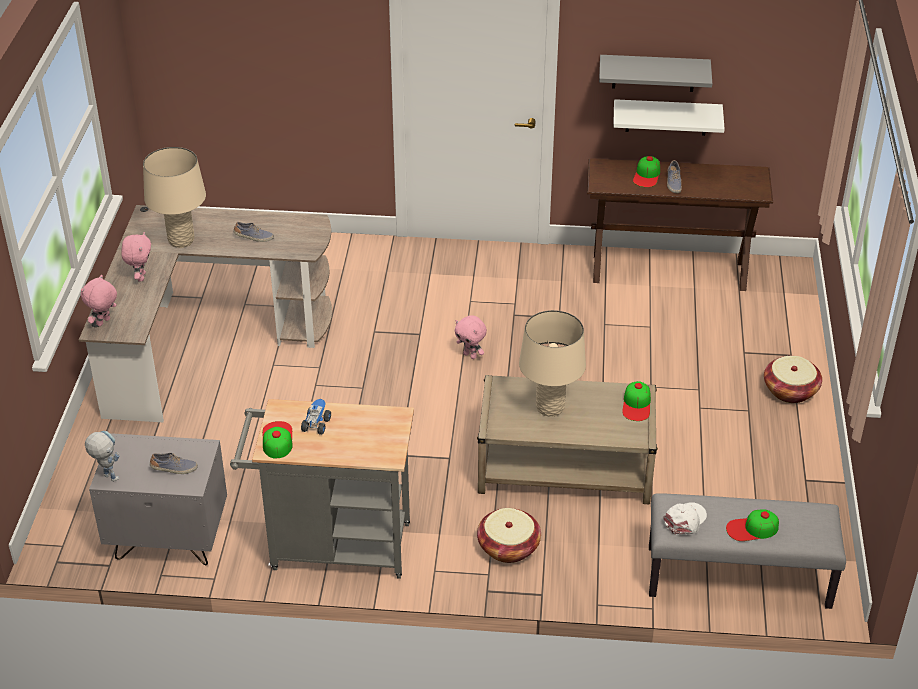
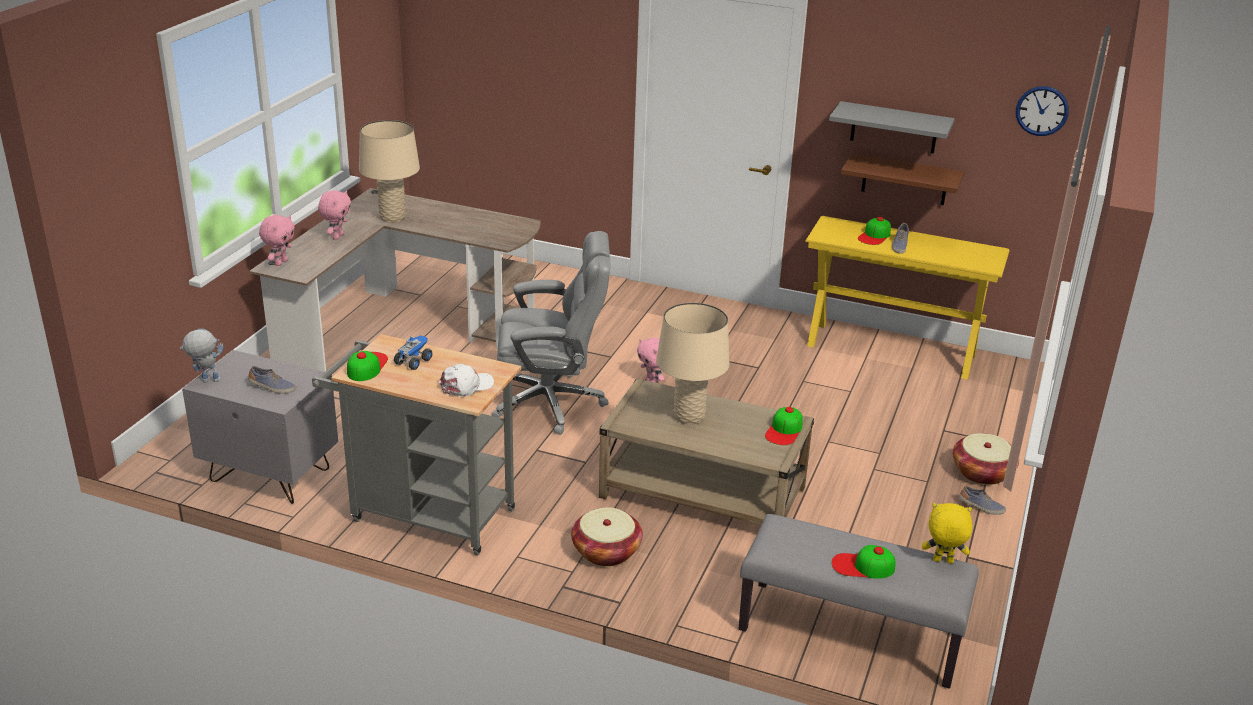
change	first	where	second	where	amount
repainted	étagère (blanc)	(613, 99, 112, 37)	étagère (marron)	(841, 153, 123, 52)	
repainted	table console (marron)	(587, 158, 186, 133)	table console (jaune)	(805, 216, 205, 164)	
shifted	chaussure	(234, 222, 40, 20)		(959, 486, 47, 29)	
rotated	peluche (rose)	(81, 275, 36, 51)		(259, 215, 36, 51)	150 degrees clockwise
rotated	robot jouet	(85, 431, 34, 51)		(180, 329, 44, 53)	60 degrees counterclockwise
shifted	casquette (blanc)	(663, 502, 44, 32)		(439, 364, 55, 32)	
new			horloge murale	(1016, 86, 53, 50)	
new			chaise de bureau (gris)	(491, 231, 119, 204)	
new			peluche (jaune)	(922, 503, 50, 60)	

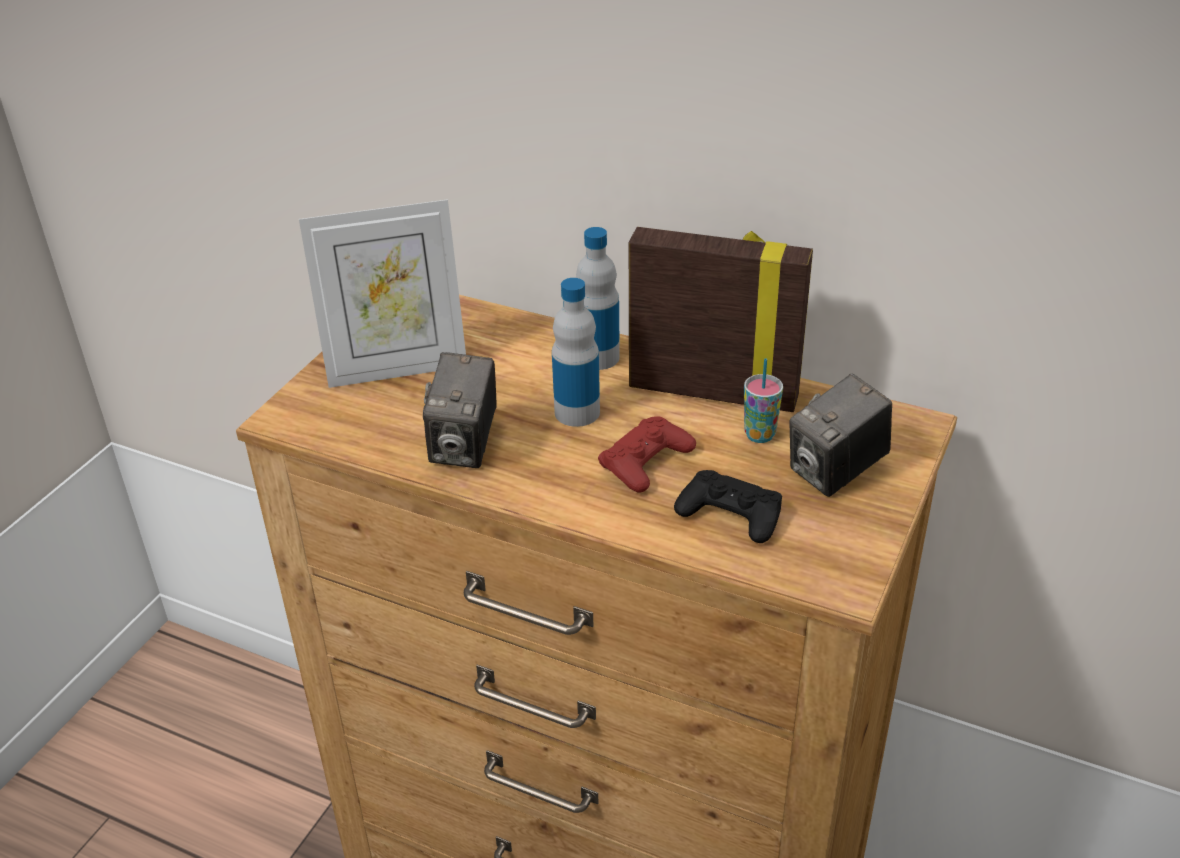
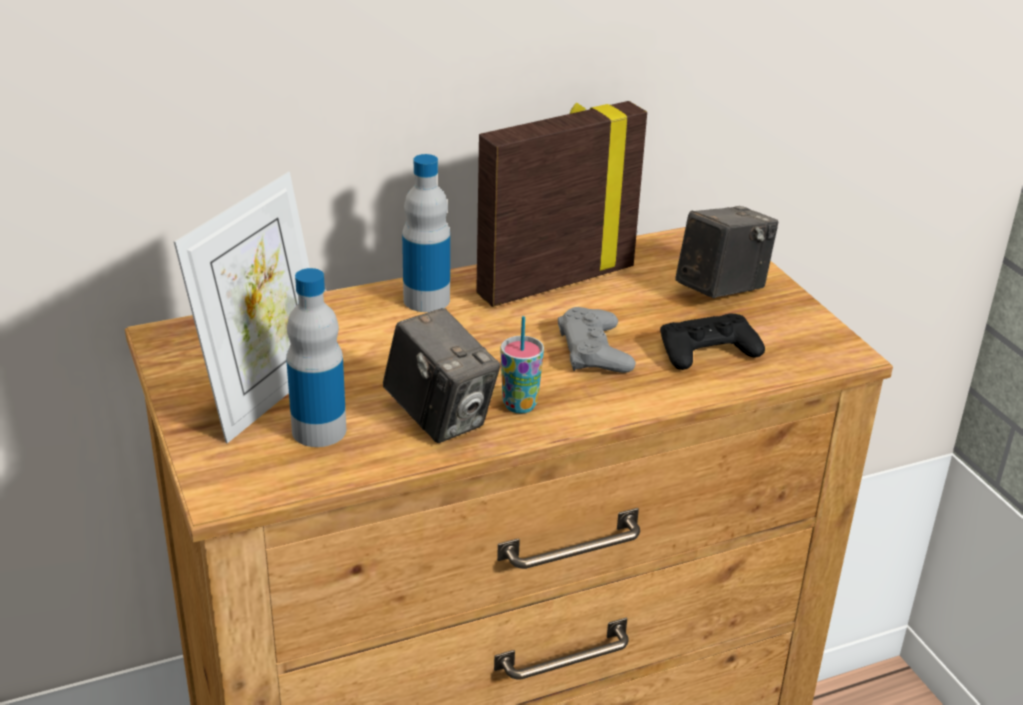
change	first	where	second	where	amount
shifted	bouteille	(552, 278, 48, 149)		(286, 268, 60, 179)	
shifted	tasse	(744, 359, 39, 84)		(501, 316, 43, 97)	
rotated	appareil photo	(789, 374, 103, 123)		(675, 206, 103, 92)	135 degrees counterclockwise
repainted	manette (rouge)	(598, 416, 98, 77)	manette (gris)	(558, 307, 78, 66)	

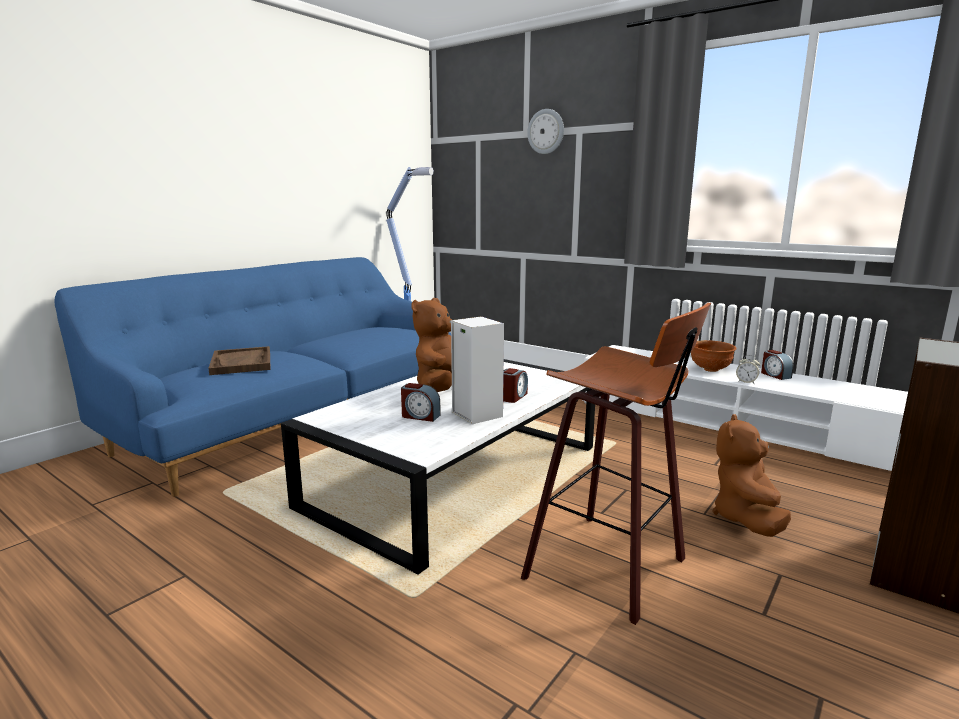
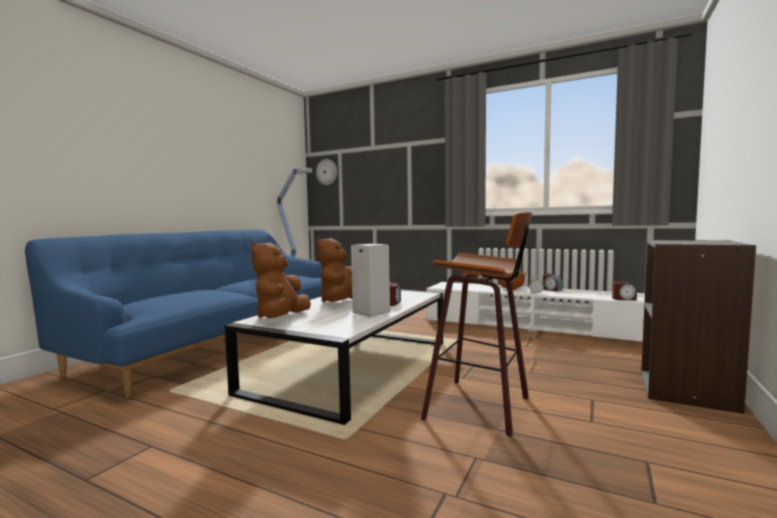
change	first	where	second	where	amount
shifted	horloge murale	(527, 109, 37, 45)		(316, 159, 21, 26)	
gone	plateau (marron)	(208, 346, 63, 29)			
shifted	réveil	(401, 383, 40, 39)		(612, 281, 25, 19)	
shifted	peluche (marron)	(712, 414, 79, 123)		(251, 242, 60, 76)	

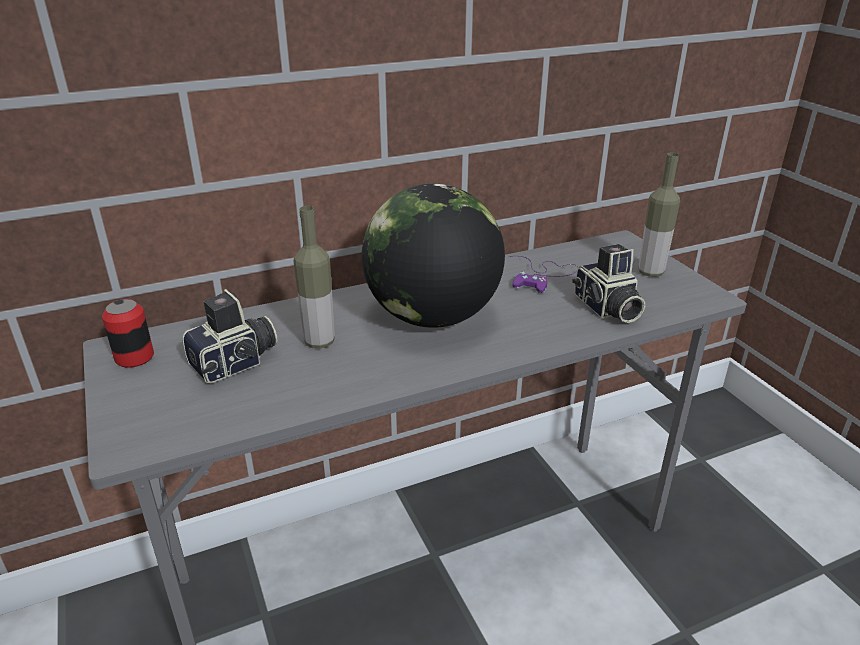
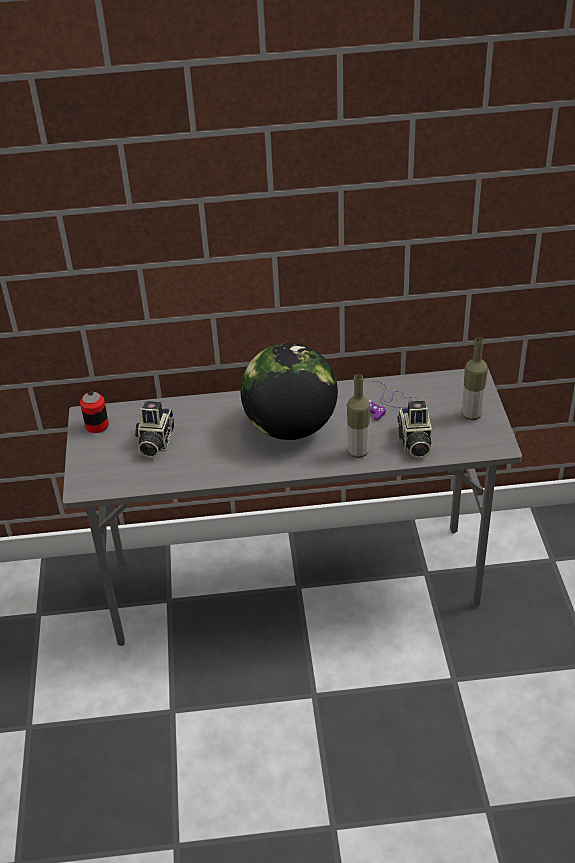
change	first	where	second	where	amount
shifted	bouteille	(294, 206, 41, 143)		(347, 374, 23, 84)	
rotated	appareil photo	(182, 289, 96, 94)		(135, 401, 39, 57)	120 degrees clockwise

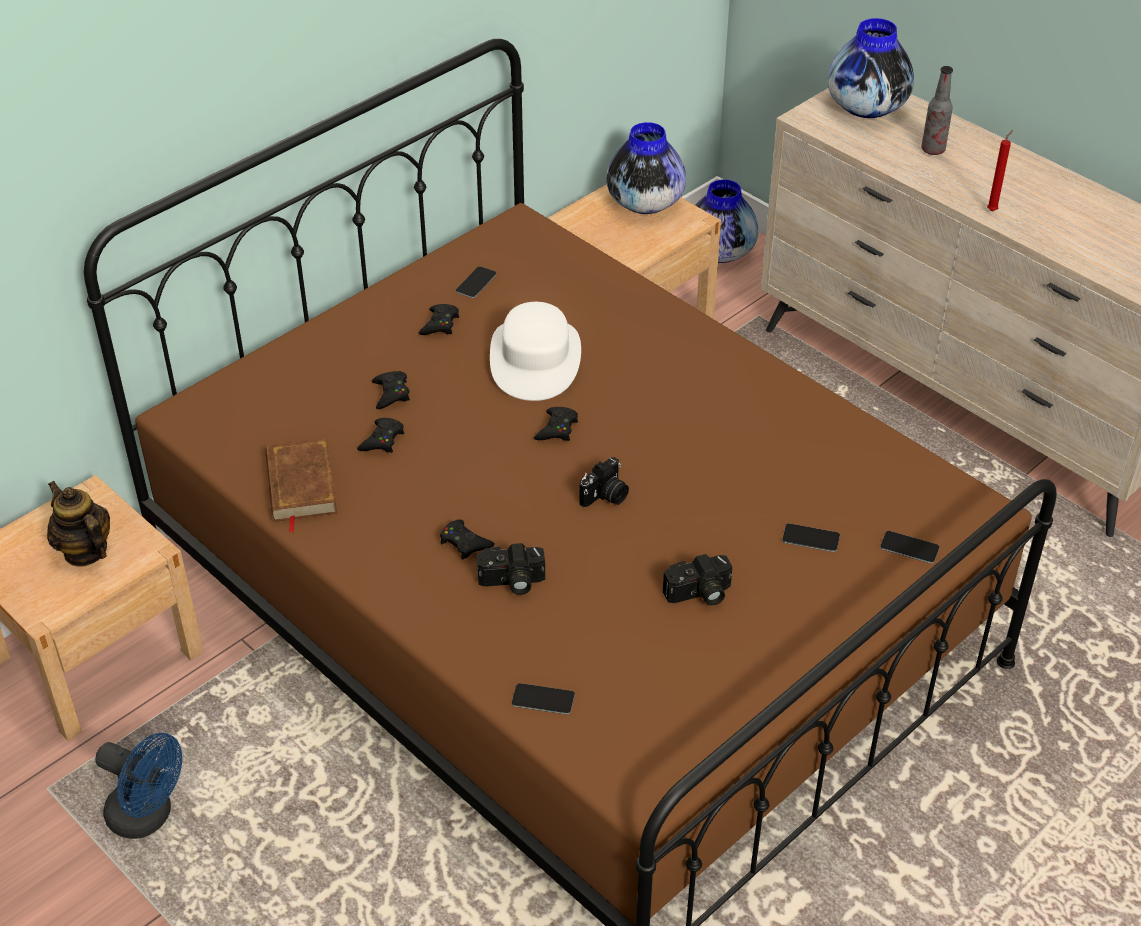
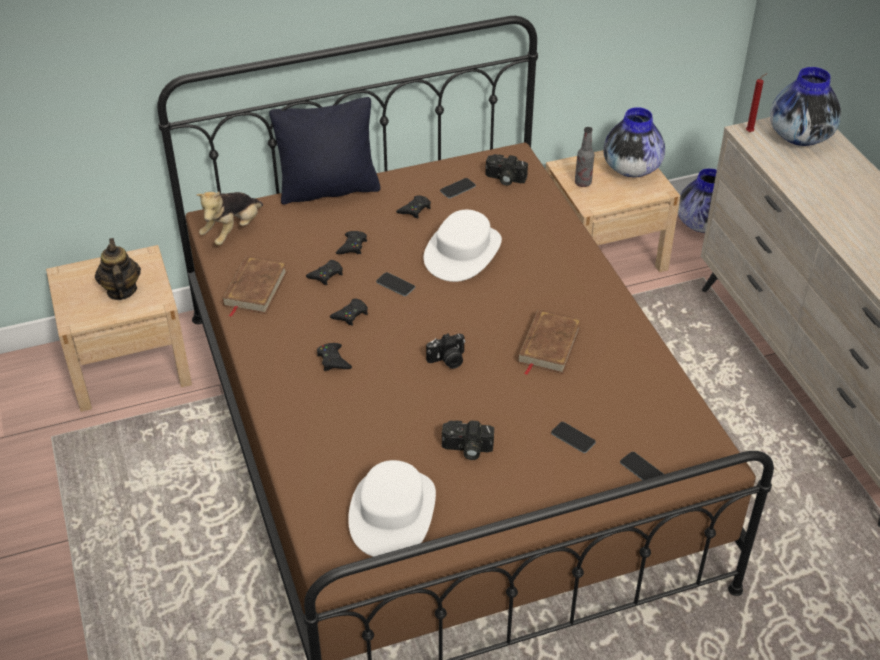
change	first	where	second	where	amount
shifted	bouteille	(921, 66, 32, 89)		(575, 127, 19, 60)	
shifted	bougie (rouge)	(987, 130, 26, 81)		(746, 73, 21, 59)	
shifted	manette (noir)	(534, 407, 44, 34)		(330, 299, 38, 27)	
shifted	appareil photo	(477, 543, 68, 52)		(485, 154, 43, 32)	
shifted	téléphone	(512, 683, 63, 31)		(376, 272, 39, 24)	
gone	ventilateur (bleu)	(96, 733, 86, 106)			
new			coussin (noir)	(269, 97, 112, 107)	
new			peluche	(196, 192, 67, 53)	
new			livre (marron)	(518, 309, 63, 66)	
new			chapeau (blanc)	(348, 460, 88, 97)	

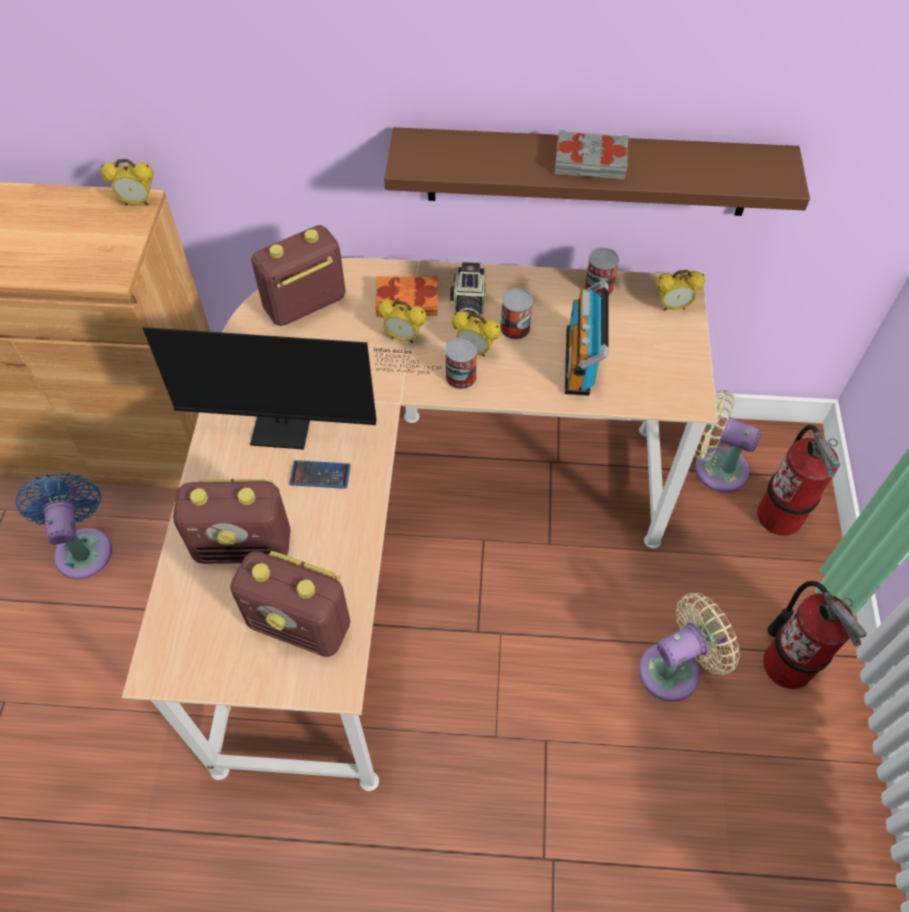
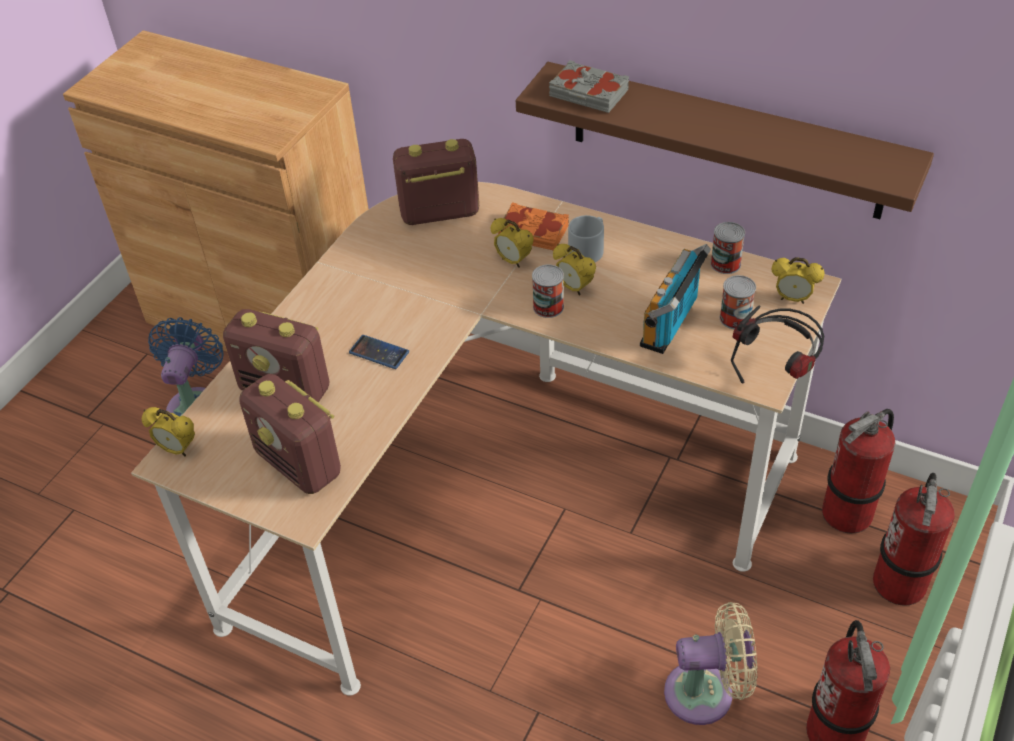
change	first	where	second	where	amount
shifted	livre (gris)	(555, 130, 74, 50)		(549, 60, 80, 53)	
shifted	réveil	(101, 159, 53, 47)		(142, 407, 53, 50)	
swapped	appareil photo	(450, 262, 36, 53)	mug (gris)	(568, 215, 36, 47)	
shifted	boîte métallique	(500, 288, 33, 52)		(720, 275, 36, 54)	
gone	écran d'ordinateur	(143, 327, 299, 123)			
swapped	ventilateur (beige)	(694, 390, 67, 102)	extincteur	(822, 409, 73, 124)	
new			casque audio	(731, 306, 93, 77)	

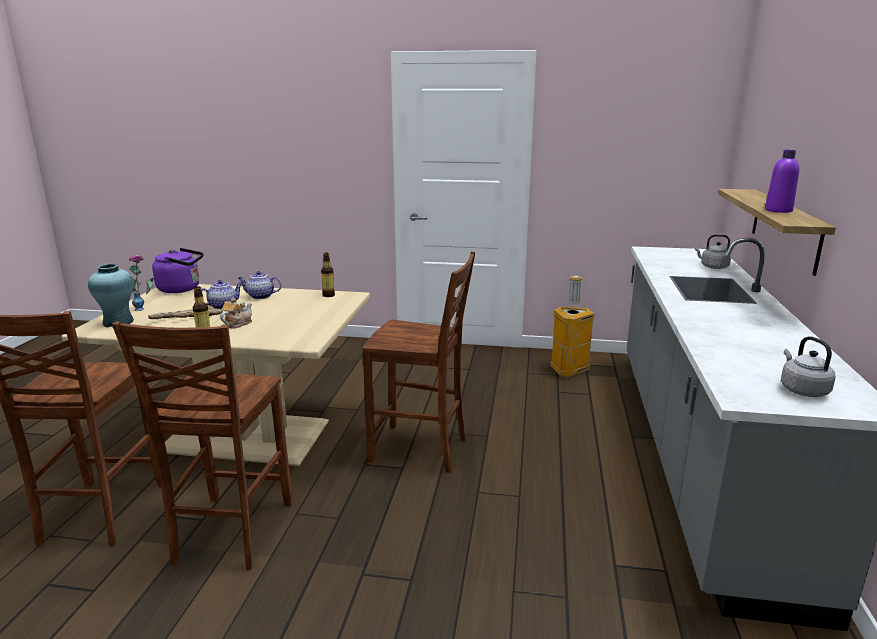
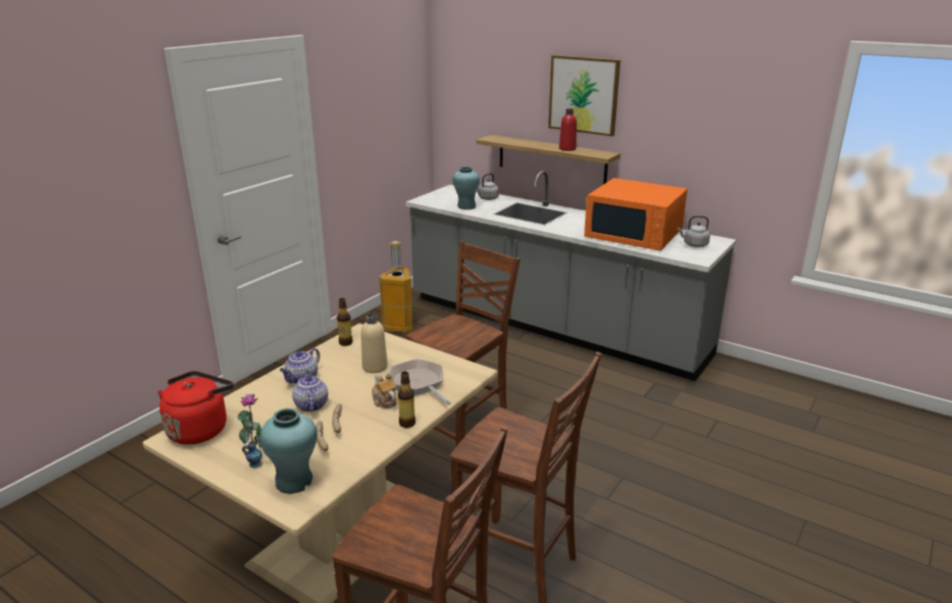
change	first	where	second	where	amount
repainted	bouteille (violet)	(765, 150, 35, 63)	bouteille (rouge)	(559, 109, 18, 42)	
repainted	bouilloire (violet)	(152, 248, 52, 45)	bouilloire (rouge)	(158, 371, 76, 74)	
new			tableau	(548, 55, 73, 81)	
new			vase (turquoise)	(453, 167, 27, 43)	
new			micro-ondes (orange)	(584, 178, 103, 73)	
new			bouteille (beige)	(361, 313, 27, 60)	
new			poêle	(390, 359, 61, 46)	

